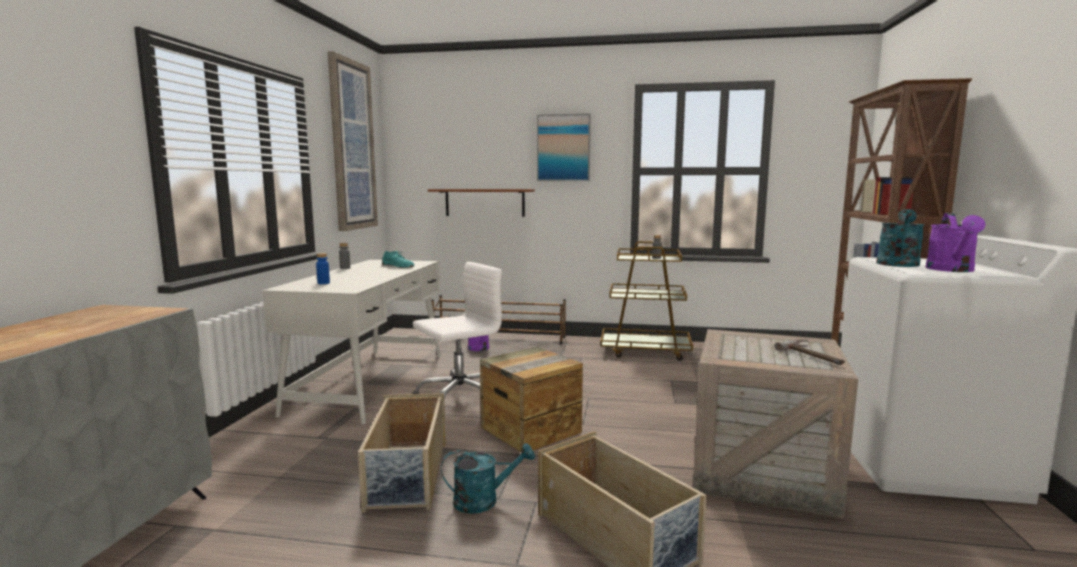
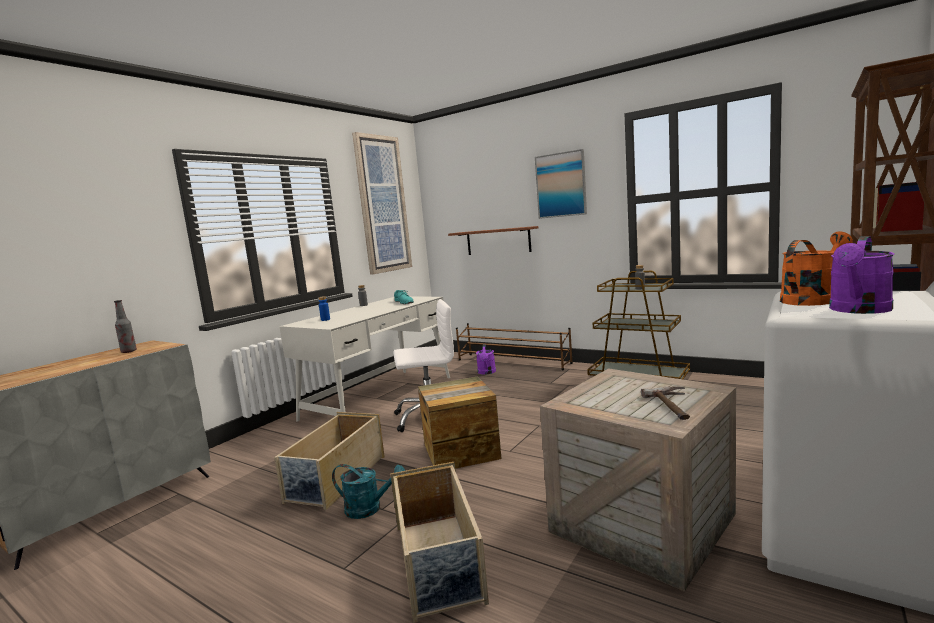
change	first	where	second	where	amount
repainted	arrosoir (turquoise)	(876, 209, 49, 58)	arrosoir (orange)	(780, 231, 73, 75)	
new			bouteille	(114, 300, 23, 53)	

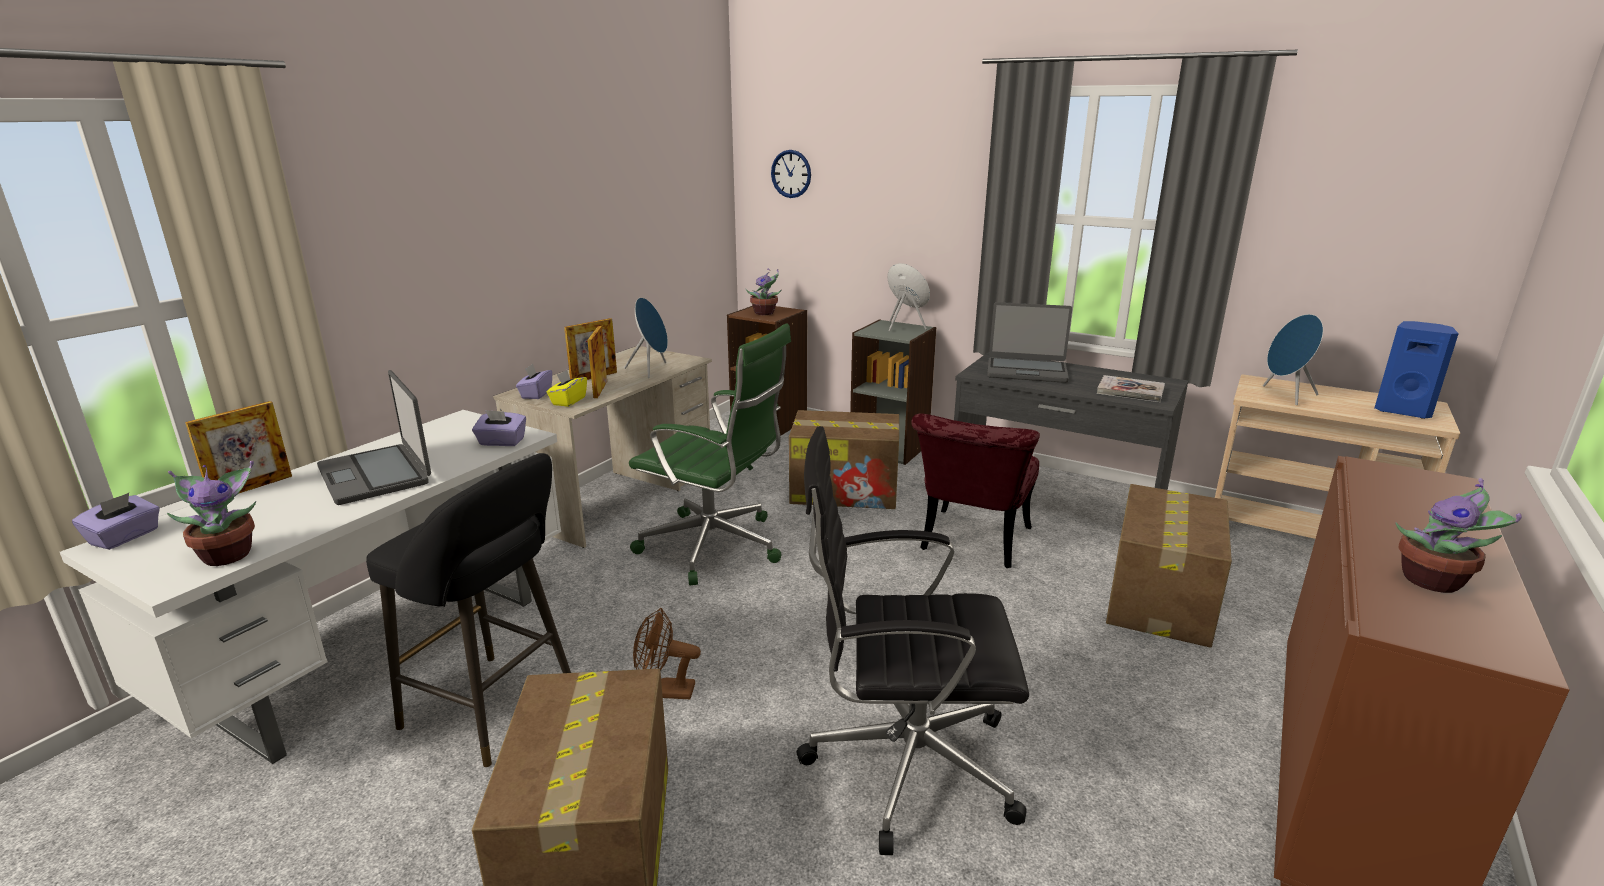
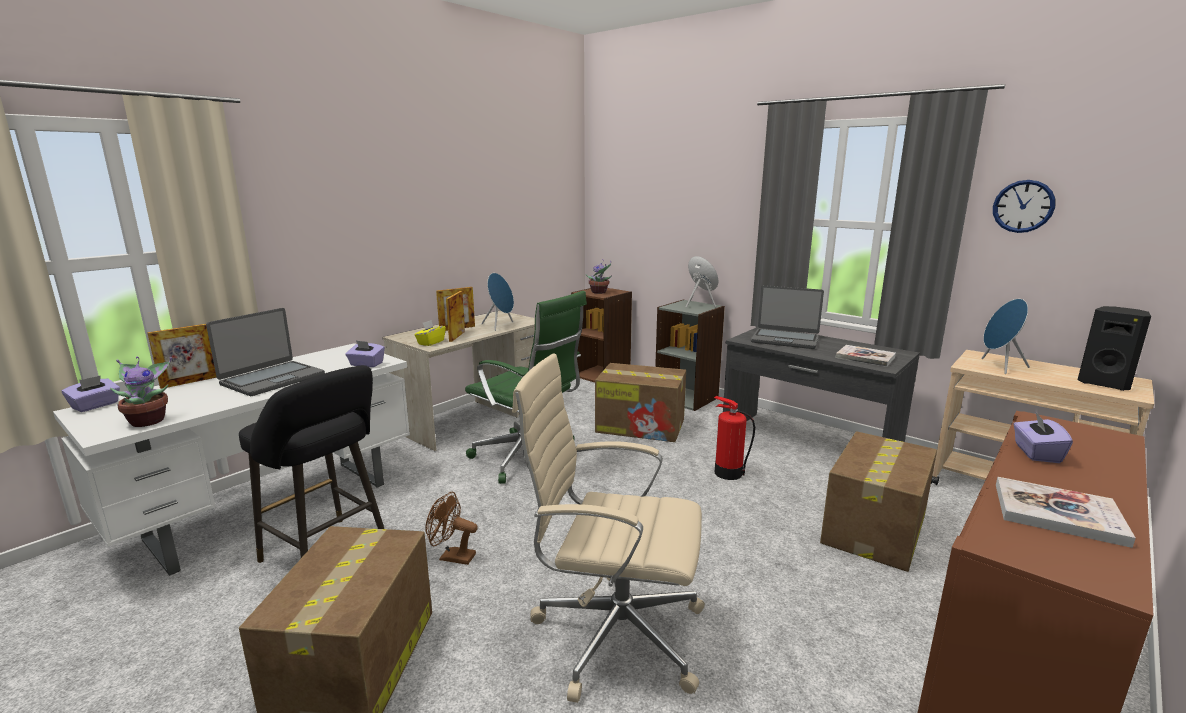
change	first	where	second	where	amount
shifted	horloge murale	(771, 150, 40, 48)		(993, 180, 63, 53)	
repainted	enceinte (bleu)	(1374, 321, 85, 98)	enceinte (noir)	(1078, 306, 73, 85)	
shifted	boîte à mouchoirs (violet)	(516, 364, 36, 35)		(1013, 413, 60, 50)	
rotated	ordinateur portable	(317, 370, 114, 135)		(206, 308, 119, 88)	120 degrees counterclockwise
swapped	chaise (rouge)	(911, 413, 129, 155)	extincteur	(714, 396, 41, 84)	
repainted	chaise de bureau (noir)	(796, 426, 233, 429)	chaise de bureau (beige)	(512, 353, 193, 350)	
swapped	plante en pot	(1395, 478, 127, 115)	livre	(996, 477, 140, 71)	

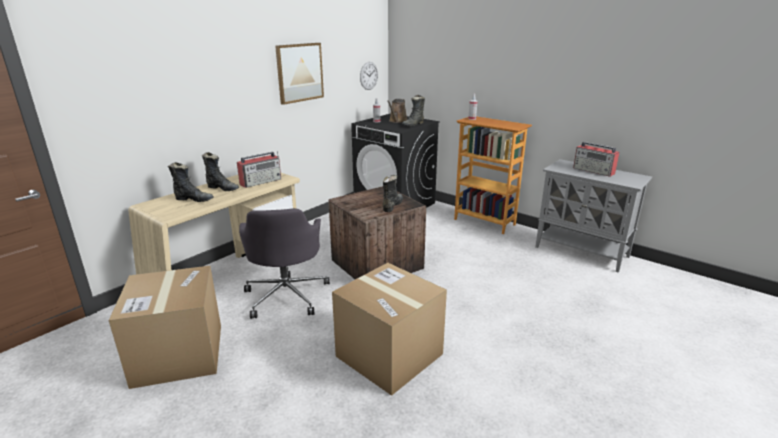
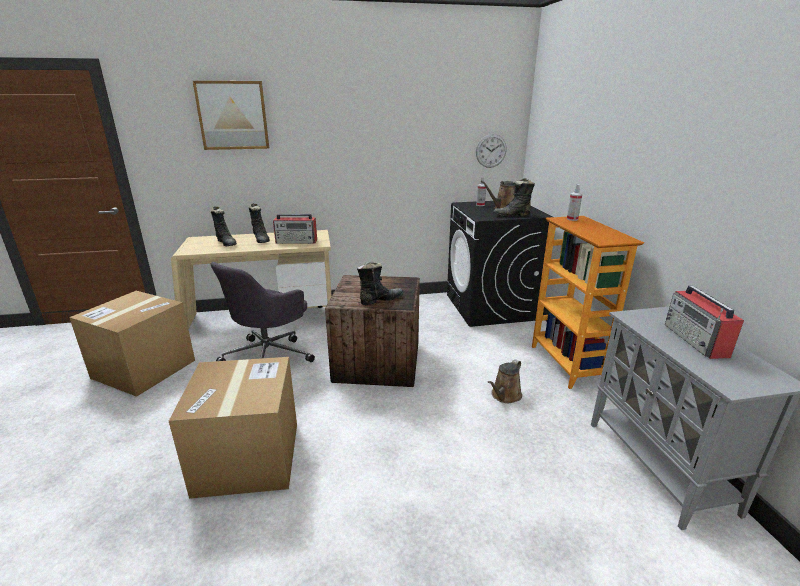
change	first	where	second	where	amount
shifted	tableau	(275, 43, 49, 62)		(193, 81, 76, 69)	
new			arrosoir (marron)	(488, 359, 34, 44)	

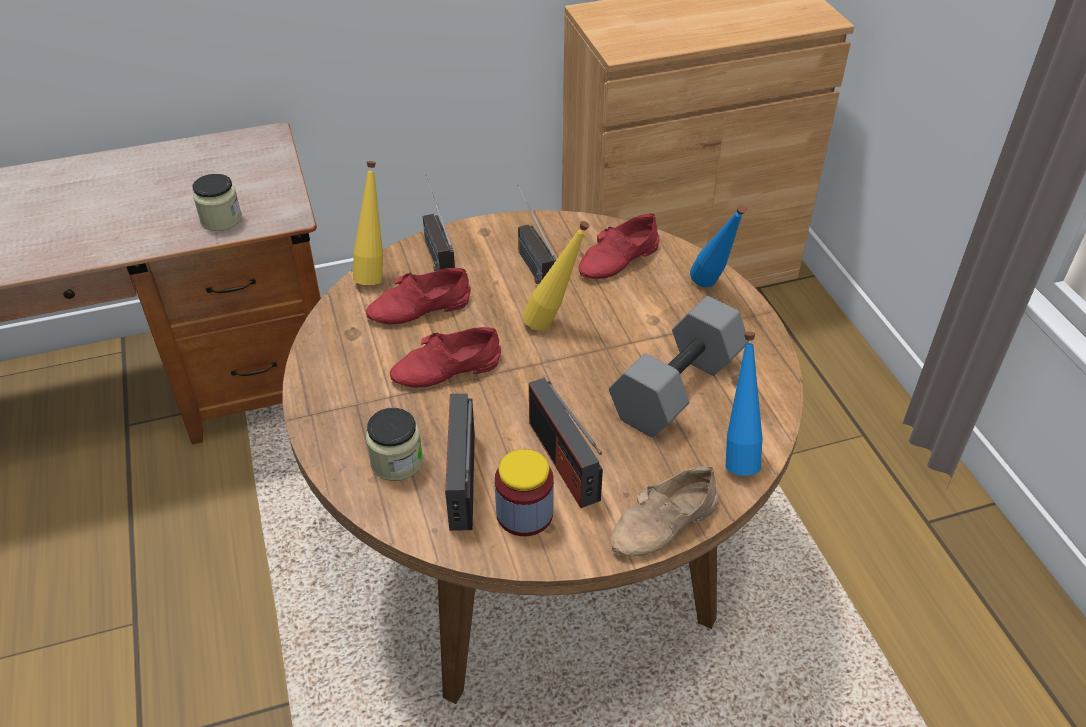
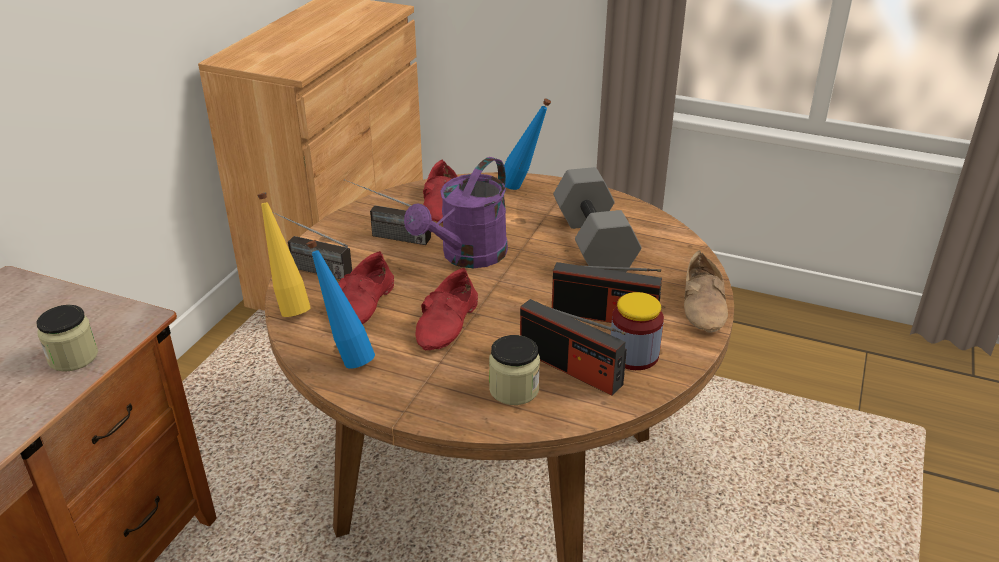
change	first	where	second	where	amount
swapped	bouteille (jaune)	(522, 221, 68, 110)	arrosoir (violet)	(404, 157, 104, 111)	
shifted	bouteille (bleu)	(726, 332, 37, 144)		(307, 240, 68, 129)	

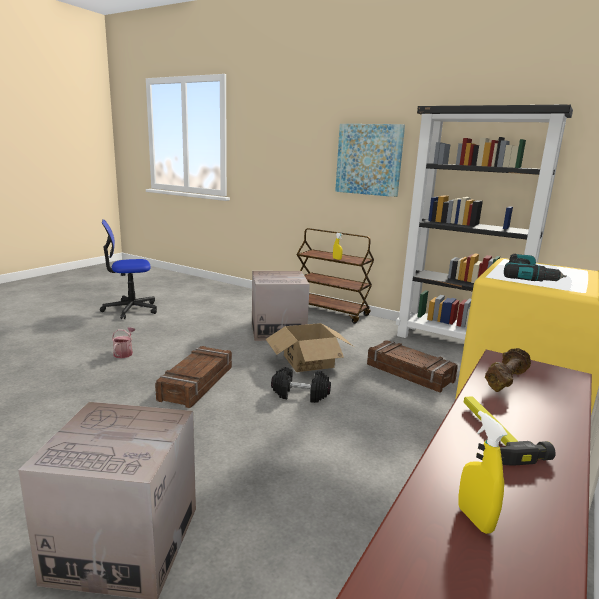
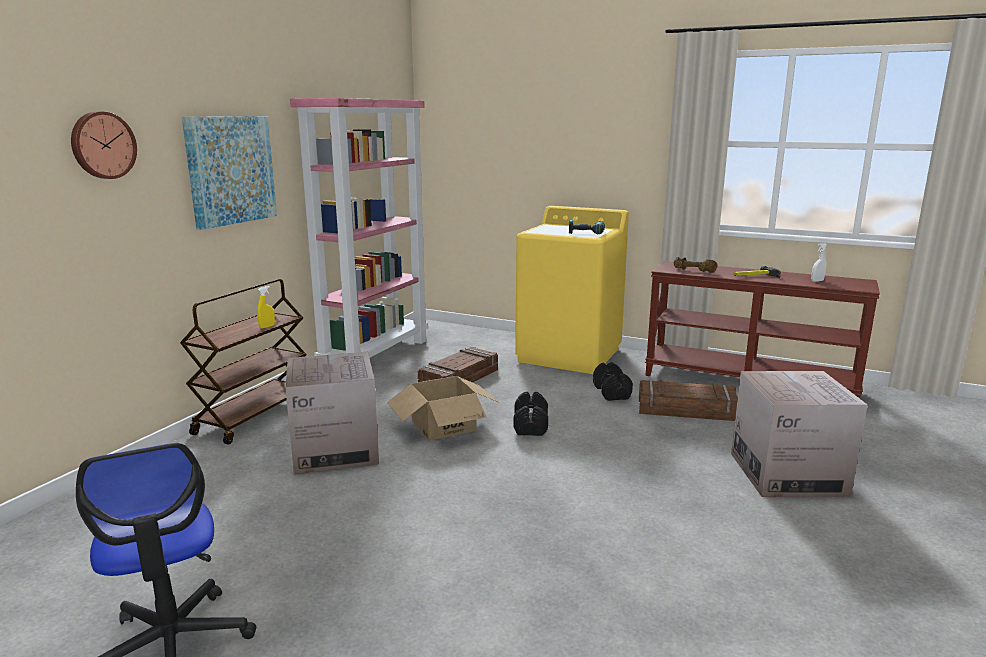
change	first	where	second	where	amount
repainted	bibliothèque (noir)	(396, 104, 177, 236)	bibliothèque (rose)	(290, 98, 138, 260)	
gone	arrosoir	(112, 327, 23, 31)			
shifted	caisse	(155, 346, 77, 62)		(639, 379, 99, 42)	
repainted	vaporisateur (jaune)	(458, 411, 50, 123)	vaporisateur (blanc)	(811, 243, 16, 39)	
new			horloge murale	(71, 111, 66, 68)	
new			haltère (noir)	(593, 362, 40, 39)	

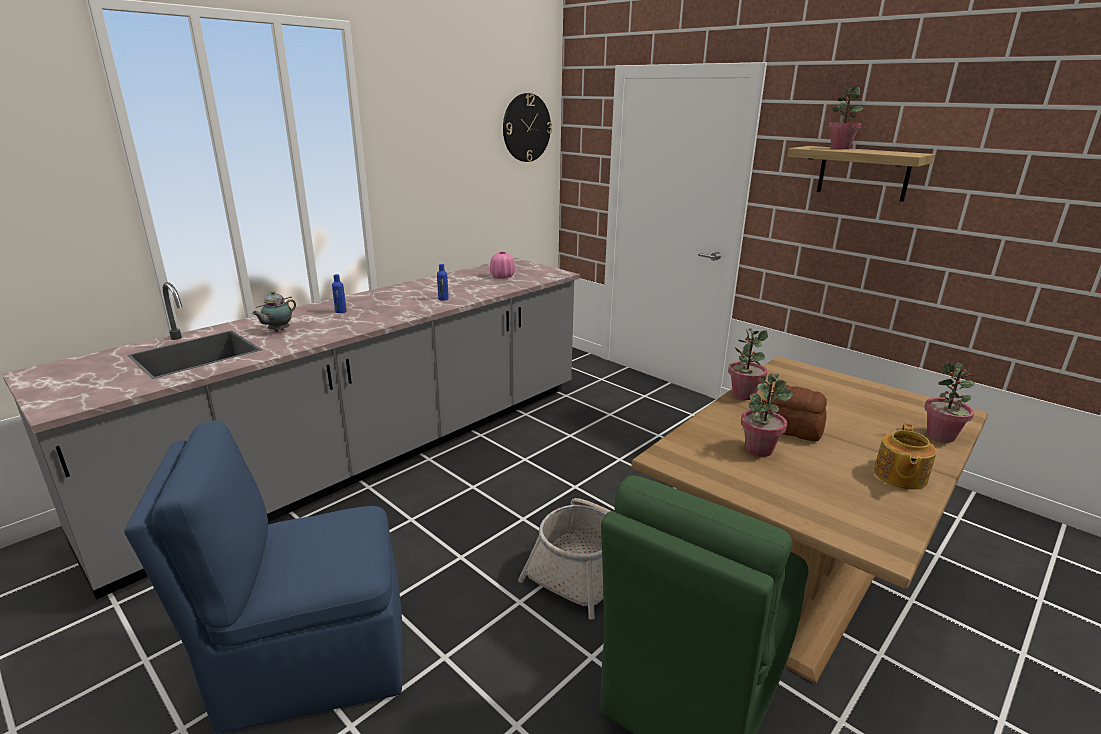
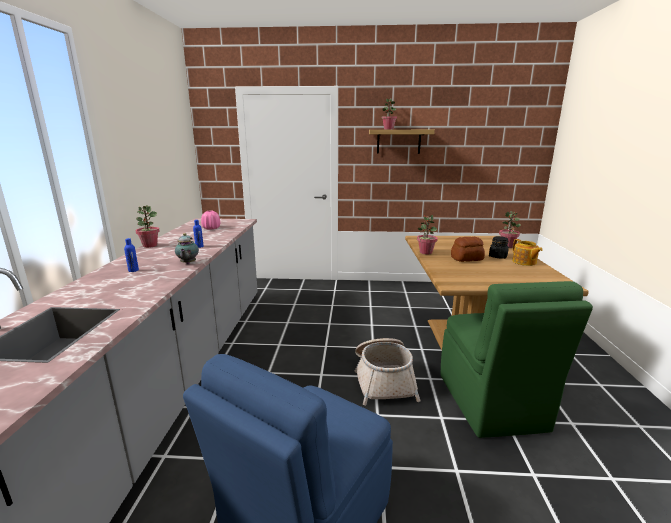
change	first	where	second	where	amount
gone	horloge murale	(503, 93, 49, 69)			
shifted	théière	(252, 291, 44, 41)		(175, 233, 24, 31)	
shifted	plante en pot	(741, 373, 52, 84)		(136, 205, 24, 43)	
new			bocal (noir)	(489, 236, 20, 23)	

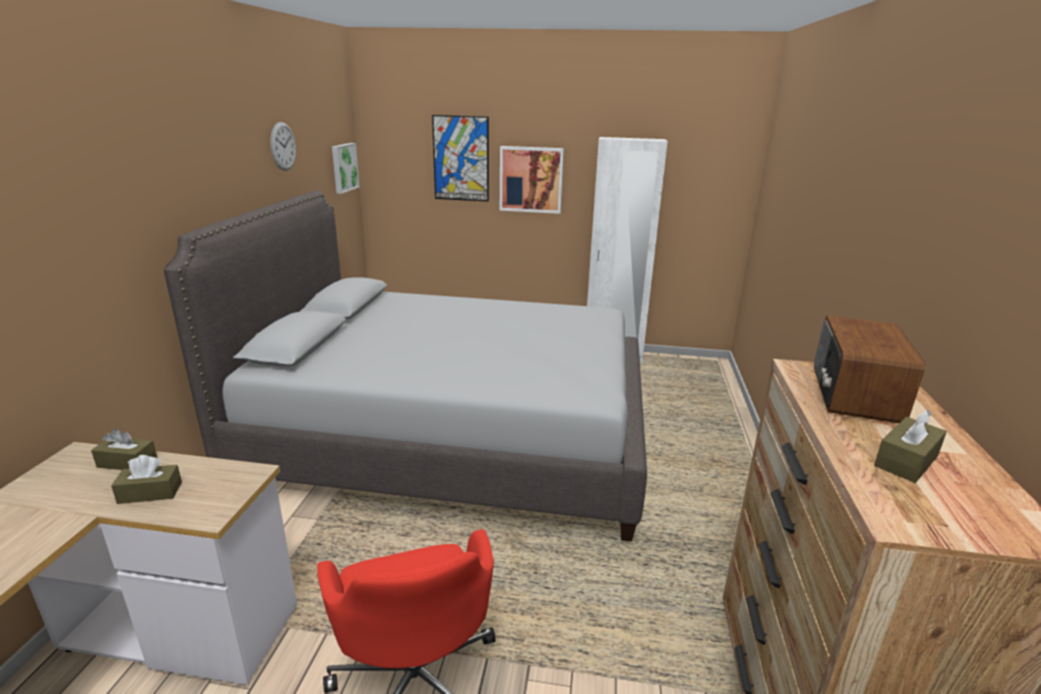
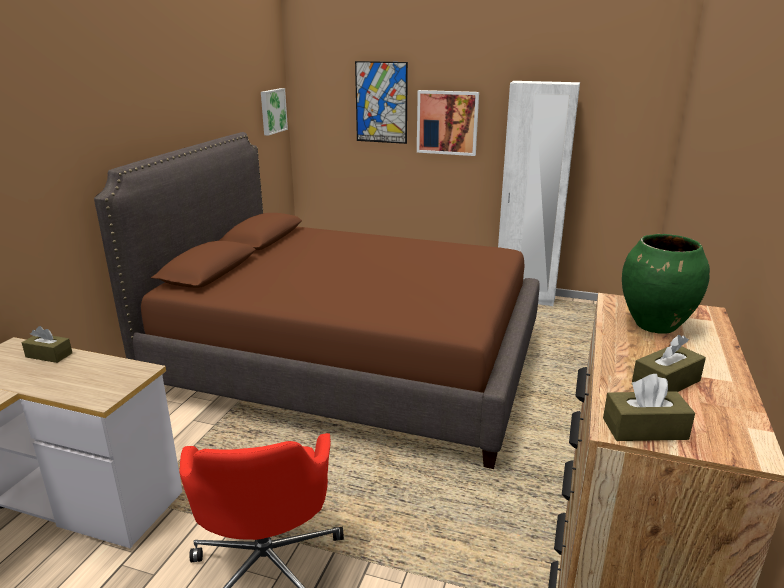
change	first	where	second	where	amount
gone	horloge murale	(270, 122, 26, 49)			
repainted	lit (gris)	(164, 190, 483, 352)	lit (marron)	(94, 132, 446, 337)	
swapped	radio	(814, 316, 111, 107)	vase (vert)	(622, 234, 88, 100)	
shifted	boîte à mouchoirs (marron)	(111, 455, 71, 49)		(603, 374, 92, 67)	

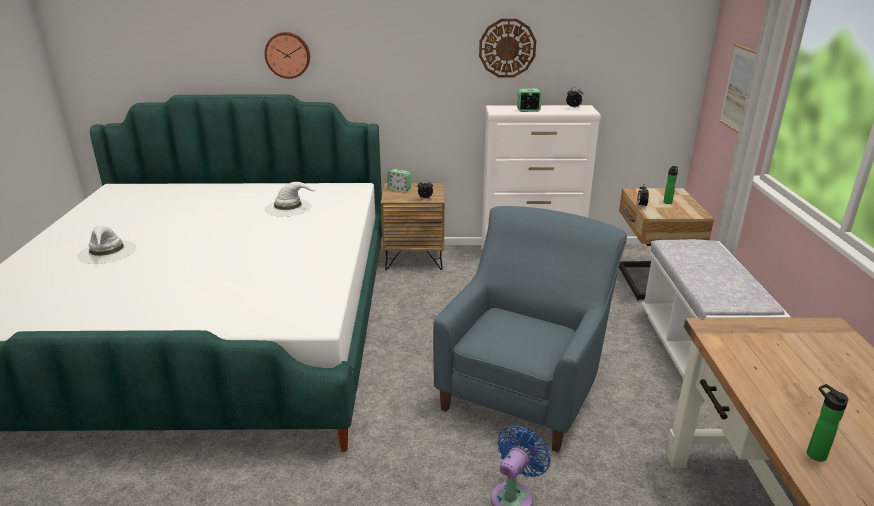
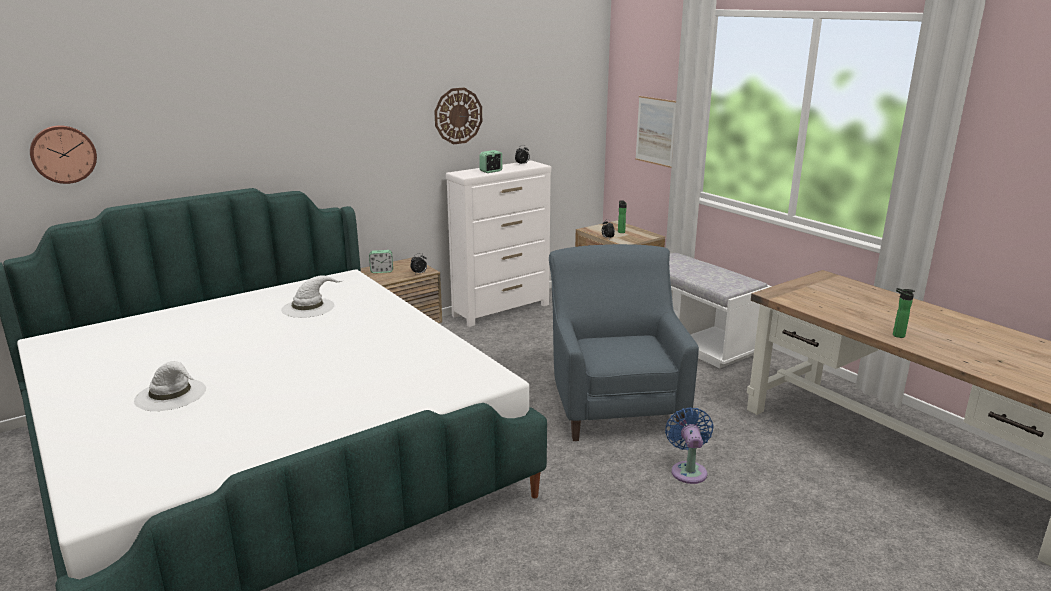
change	first	where	second	where	amount
shifted	horloge murale	(264, 32, 46, 47)		(30, 125, 67, 59)	

